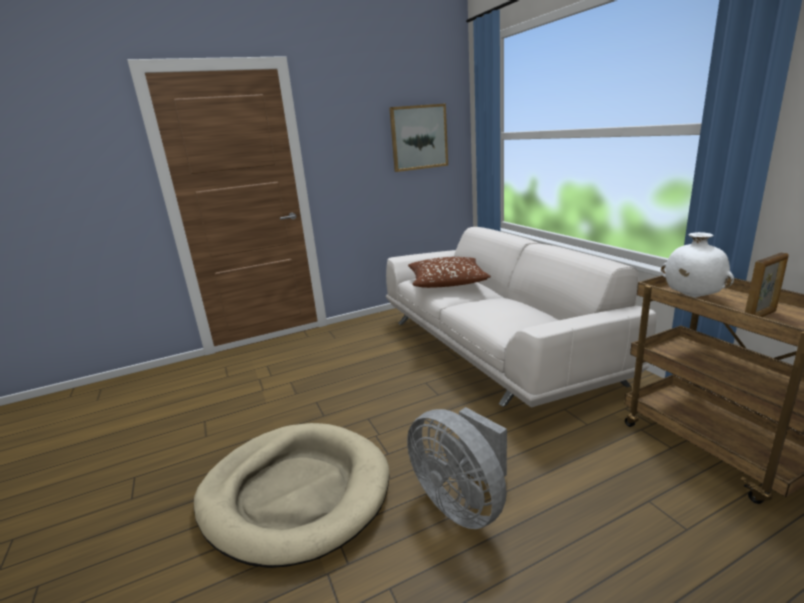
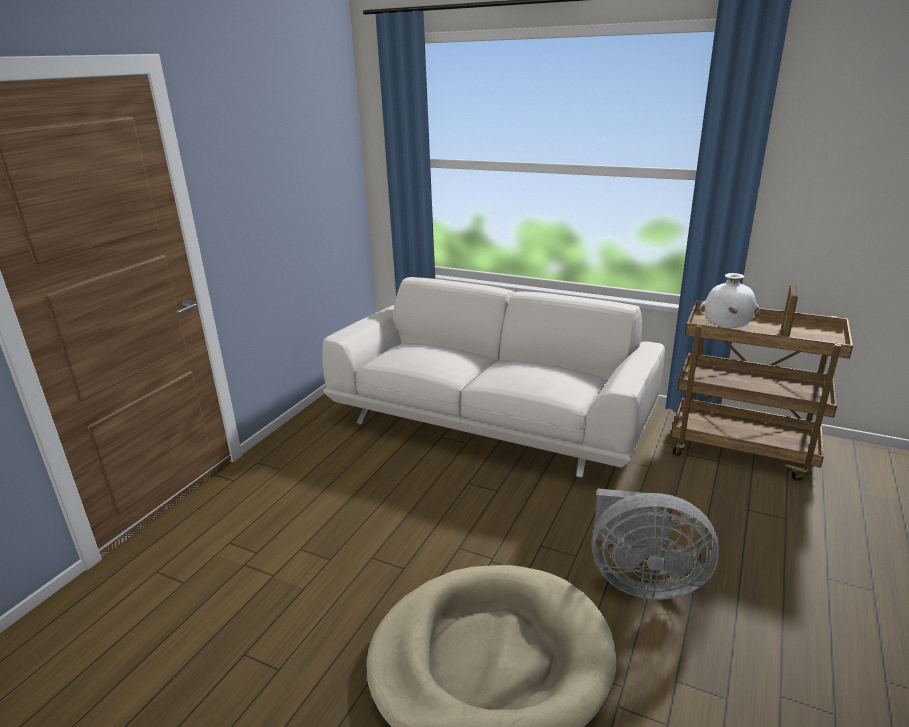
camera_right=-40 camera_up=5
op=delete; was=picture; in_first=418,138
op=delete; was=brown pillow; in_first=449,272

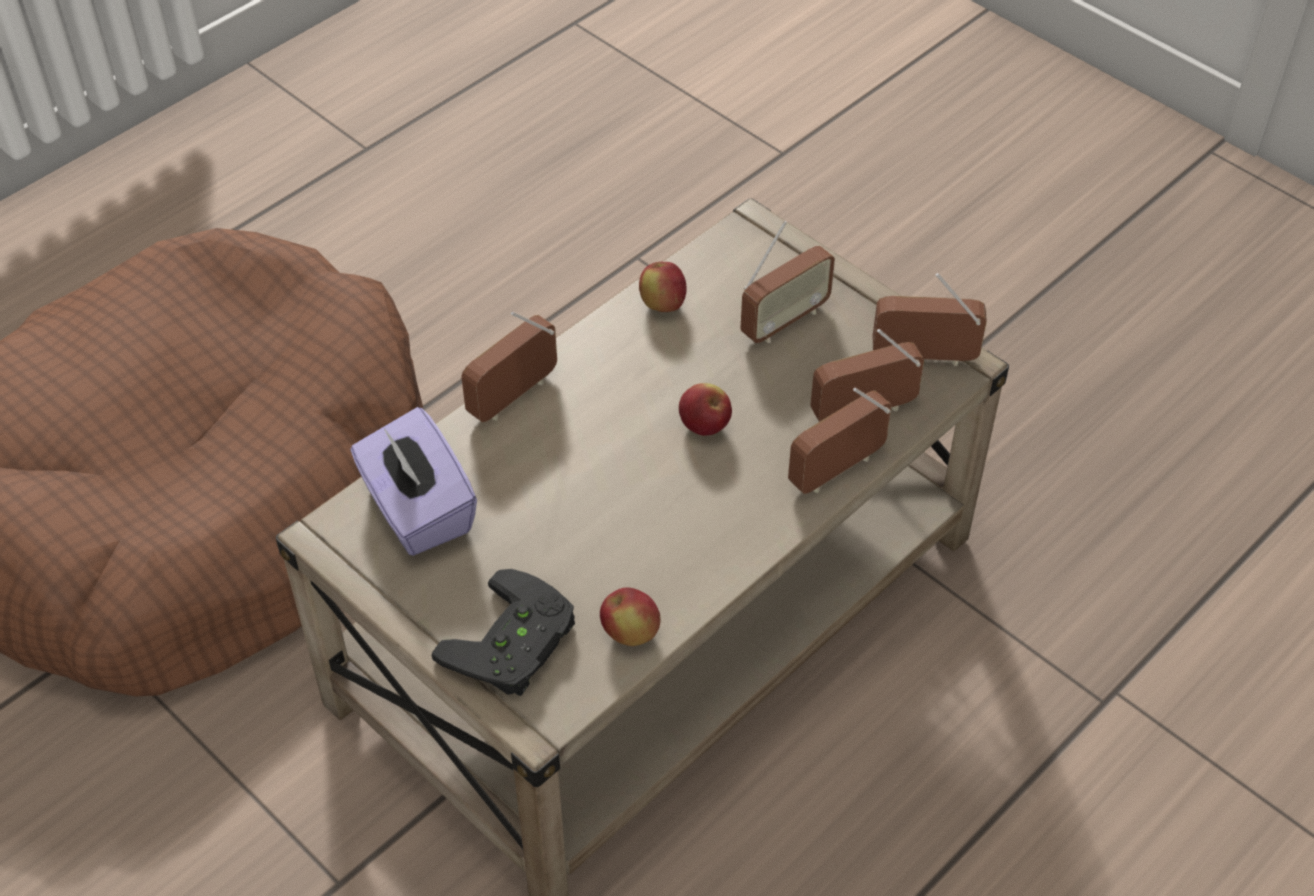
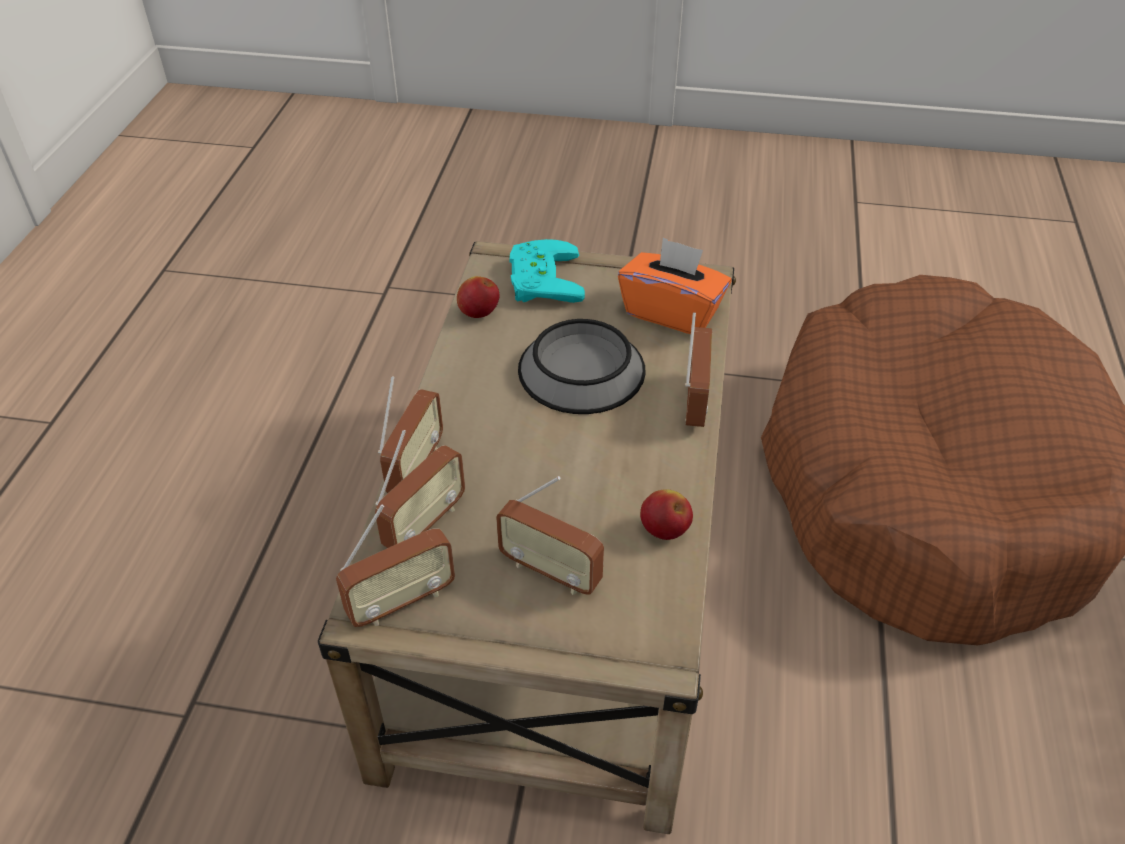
camera_right=145 camera_up=-5
op=delete; was=apple; in_first=705,409
op=insert; now=bowl; in_second=582,366
op=recolor; was=purple tissue box; now=orange tissue box; in_first=413,481; in_second=674,285
op=recolor; was=black game controller; now=turquoise game controller; in_first=503,632; in_second=547,271
op=rotate; was=radio; in_first=787,282; in_second=550,535; clockwise=-75

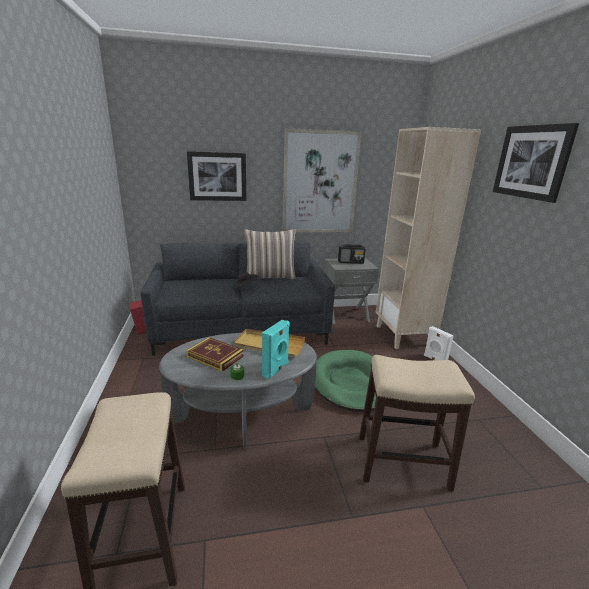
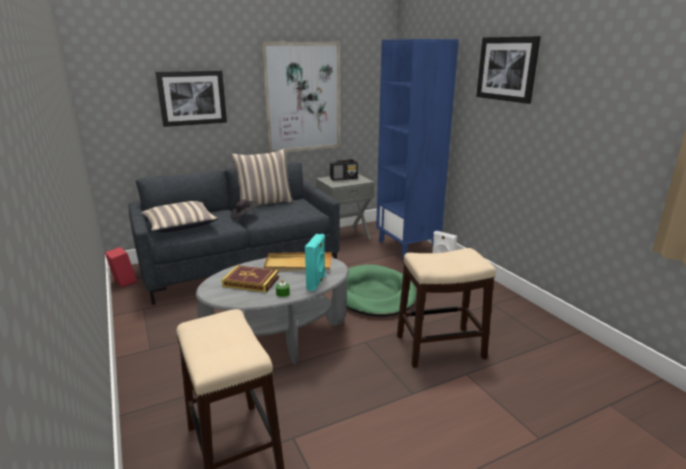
camera_right=-15 camera_up=0
op=insert; now=pillow; in_second=180,217
op=recolor; was=beige bookcase; now=blue bookcase; in_first=428,238; in_second=417,149

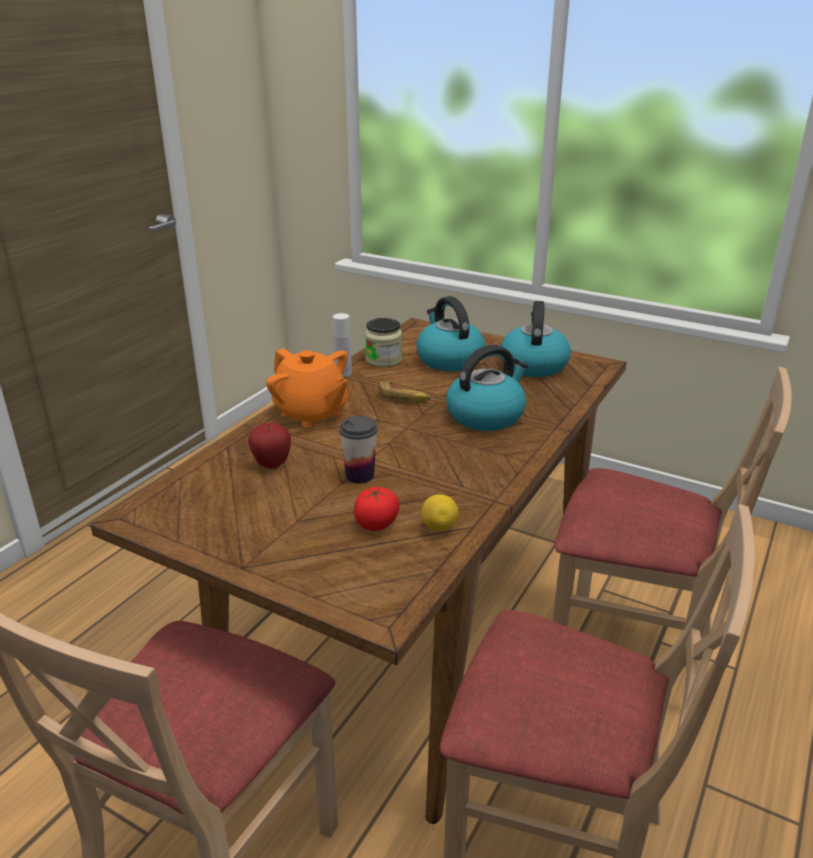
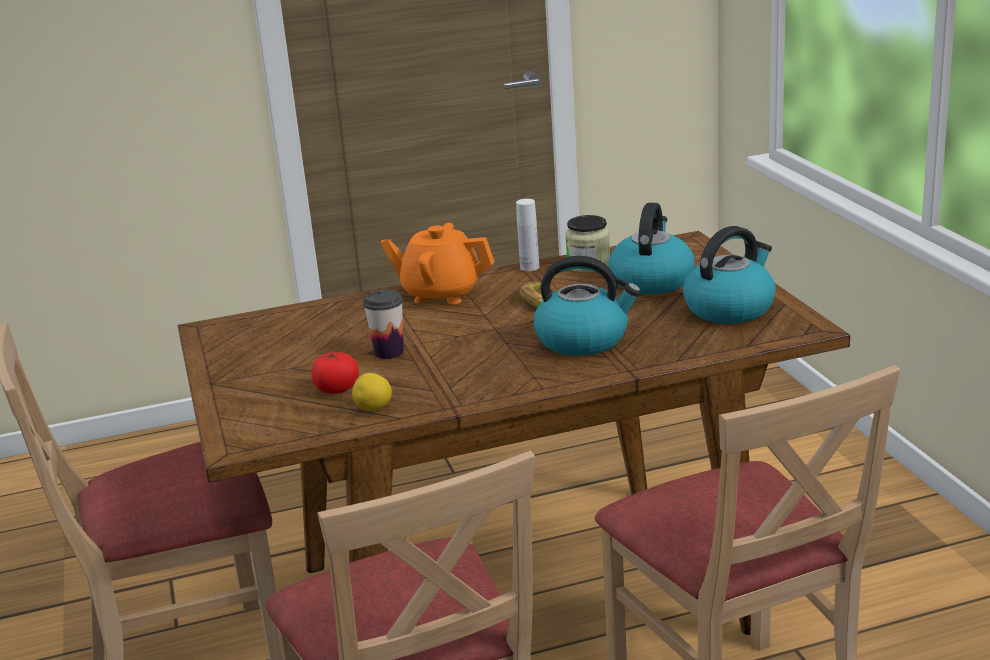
camera_right=45 camera_up=-5
op=delete; was=apple; in_first=269,446
op=rotate; was=orange teapot; in_first=307,387; in_second=437,263; clockwise=105

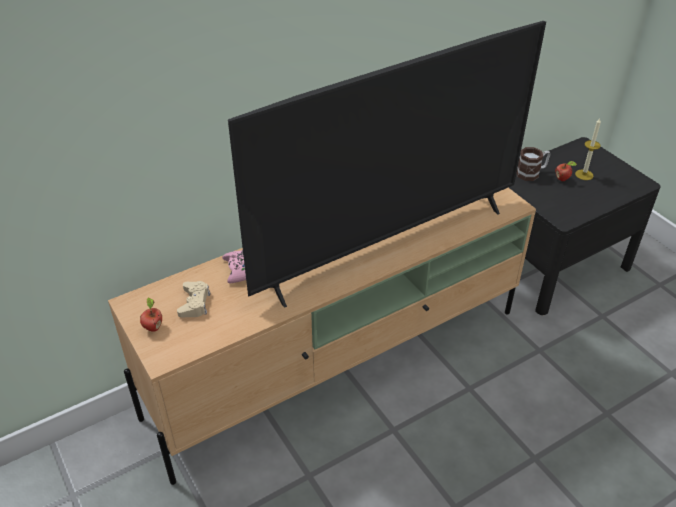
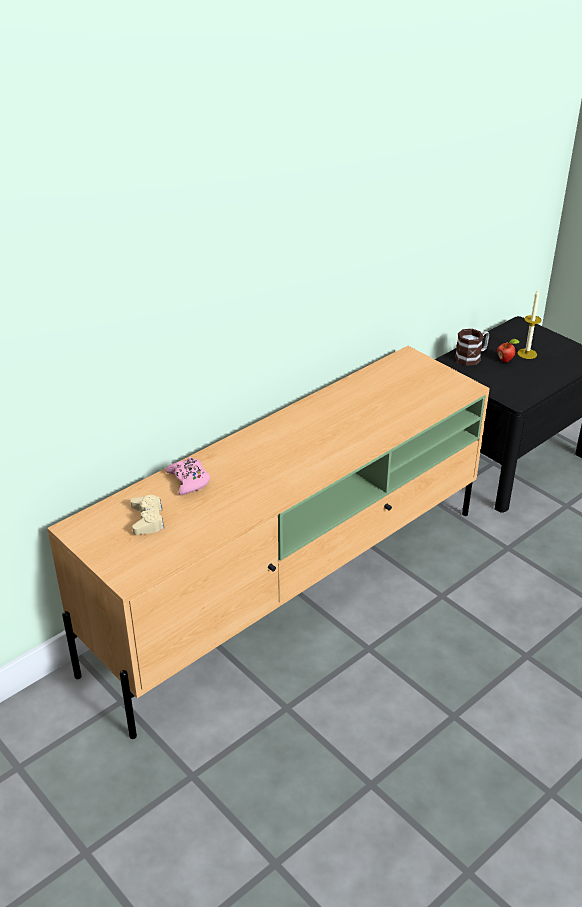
camera_right=-10 camera_up=-5
op=delete; was=apple; in_first=151,314
op=delete; was=television; in_first=387,164

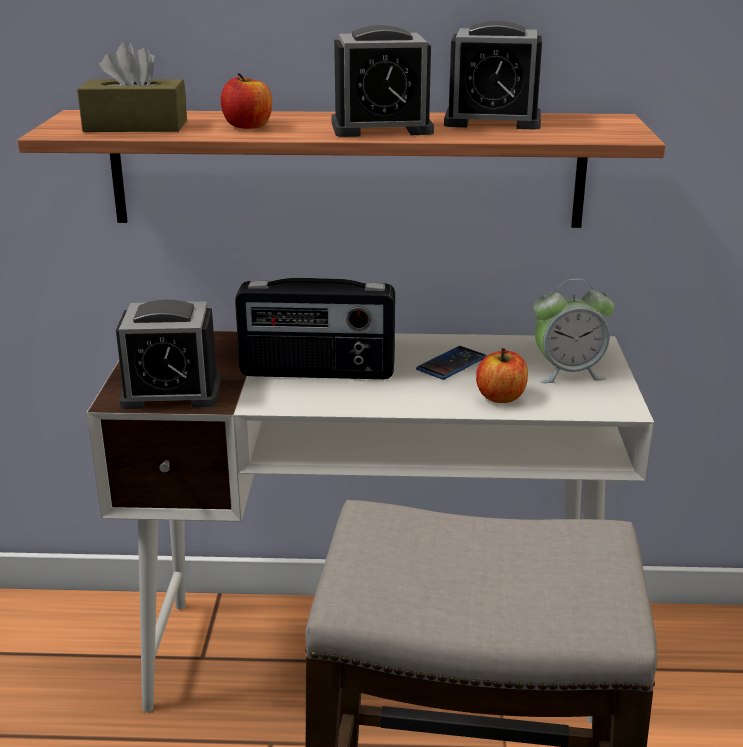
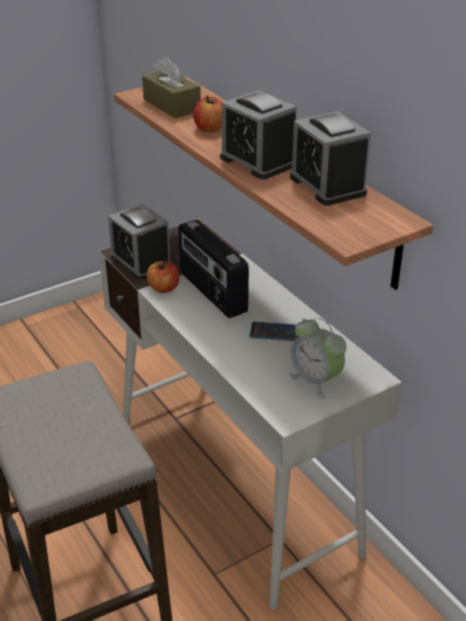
camera_right=55 camera_up=10
op=move; was=apple; in_first=502,375; in_second=163,276

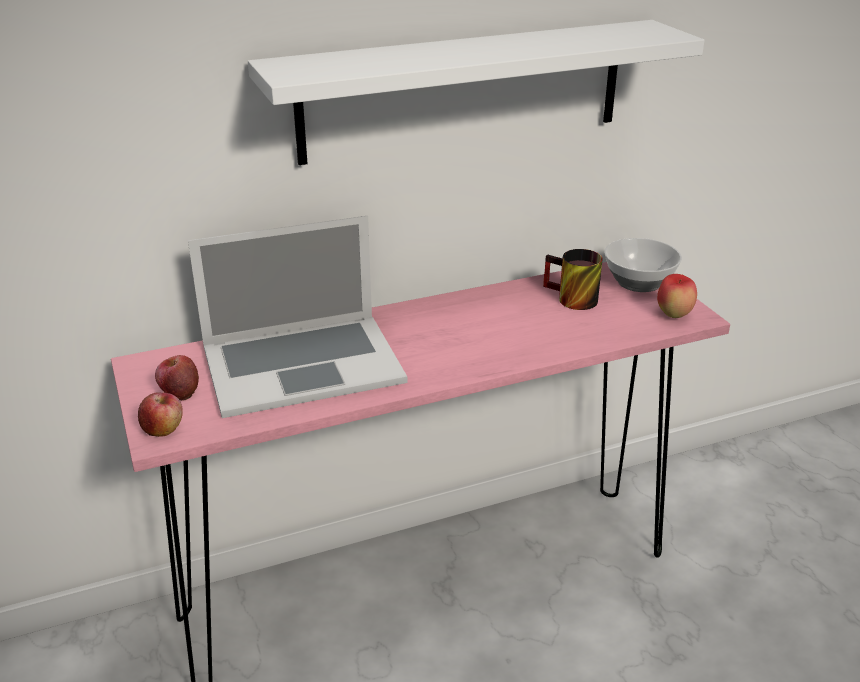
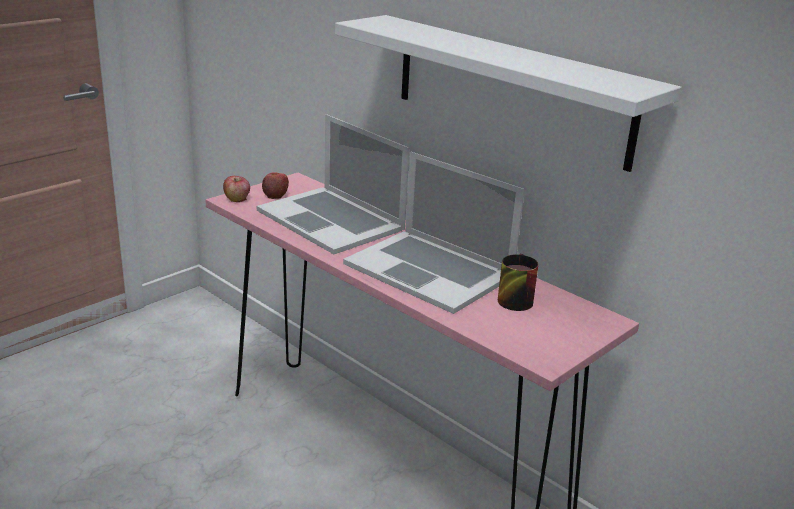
camera_right=65 camera_up=-5
op=delete; was=bowl; in_first=643,265
op=delete; was=apple; in_first=677,296
op=insert; now=laptop; in_second=434,233

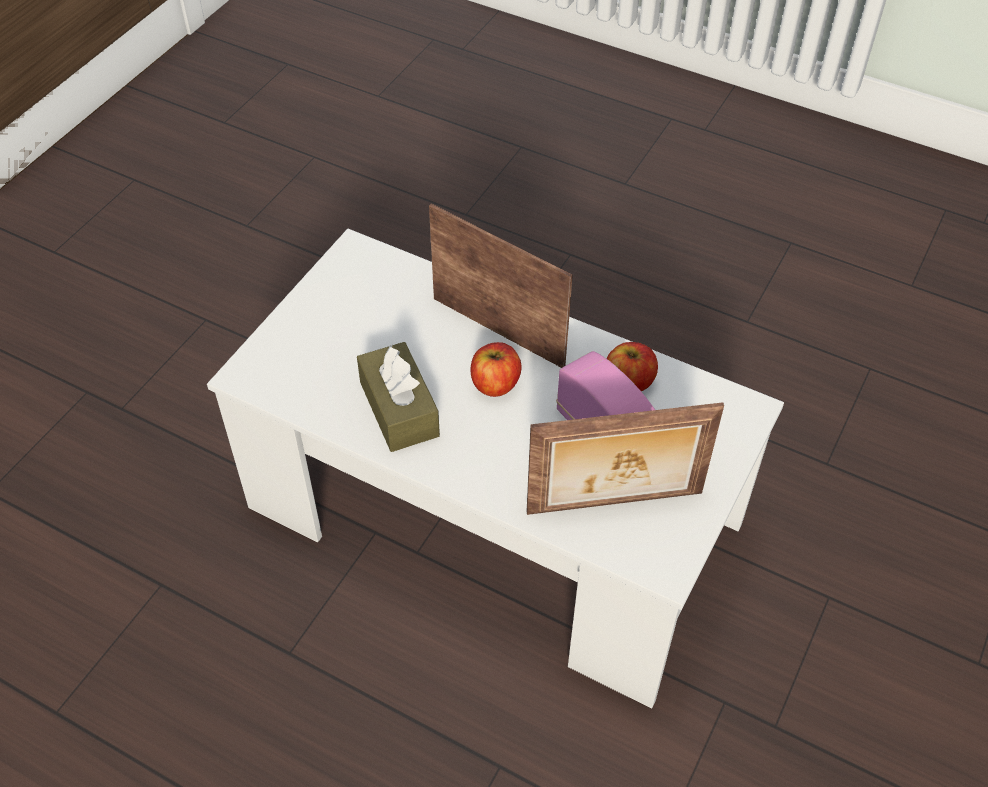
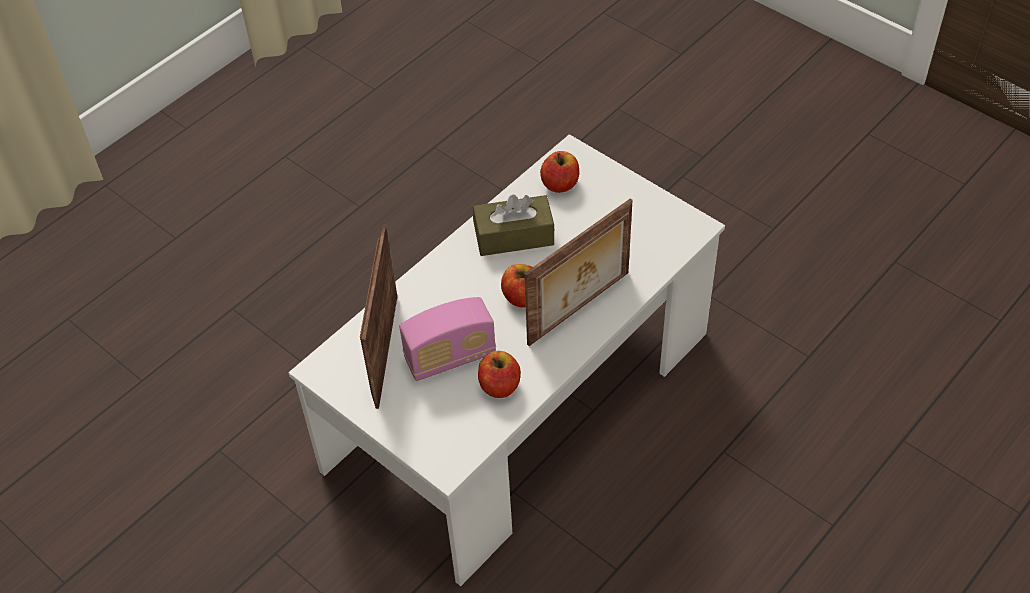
camera_right=105 camera_up=0
op=insert; now=apple; in_second=559,172

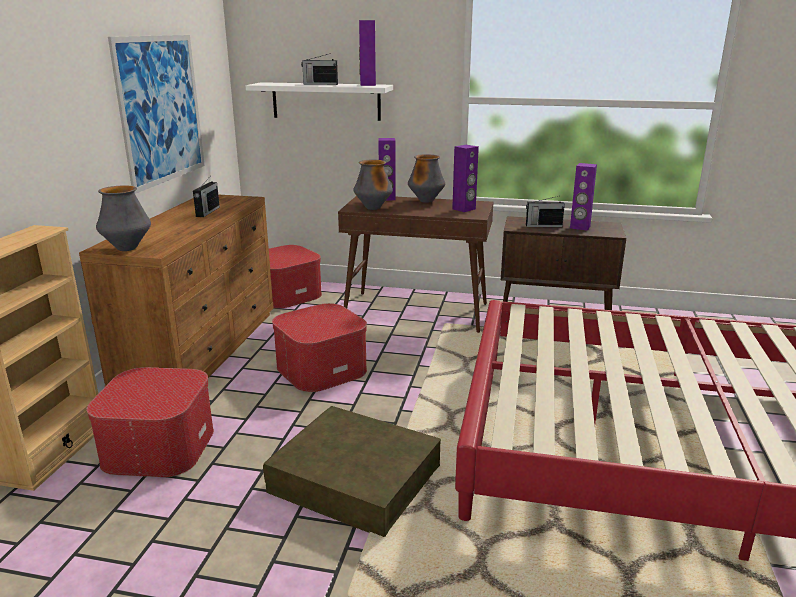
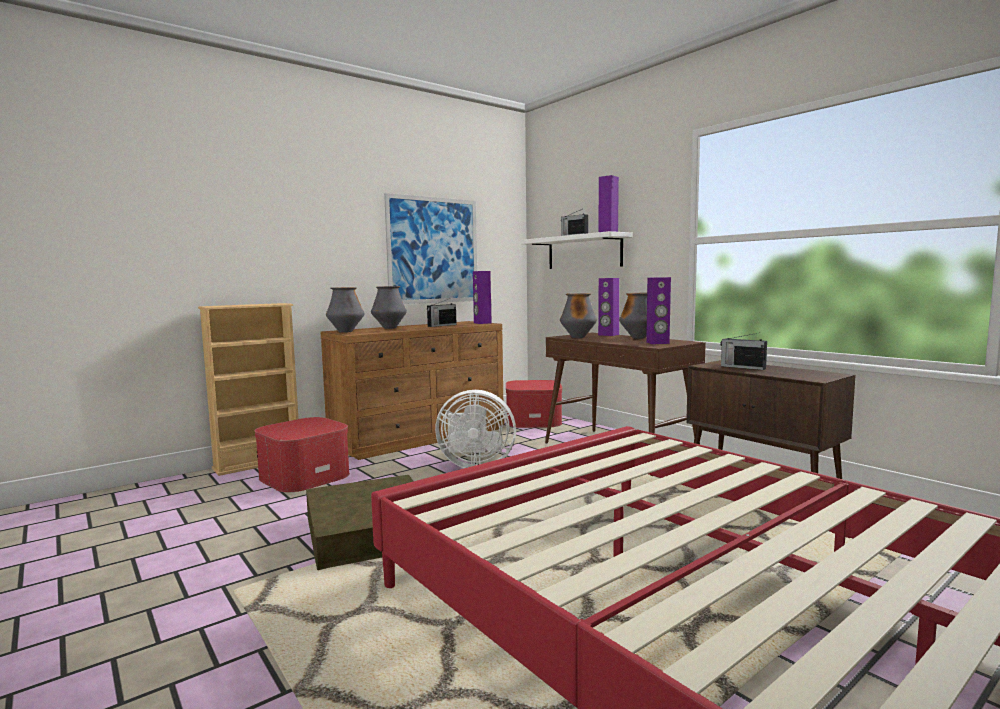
camera_right=40 camera_up=-15
op=insert; now=vase; in_second=389,307
op=move; was=purple speaker; in_first=583,197; in_second=482,297
op=replace; was=ottoman; now=white fan; in_first=319,347; in_second=475,429

